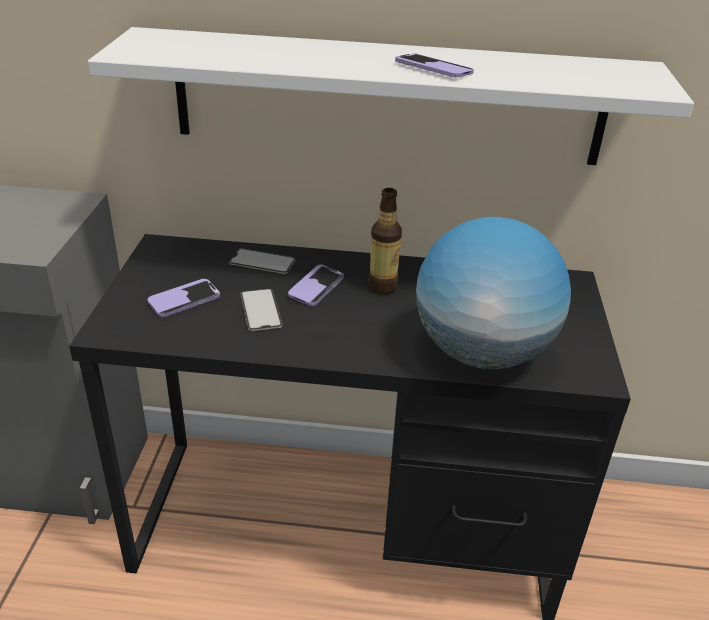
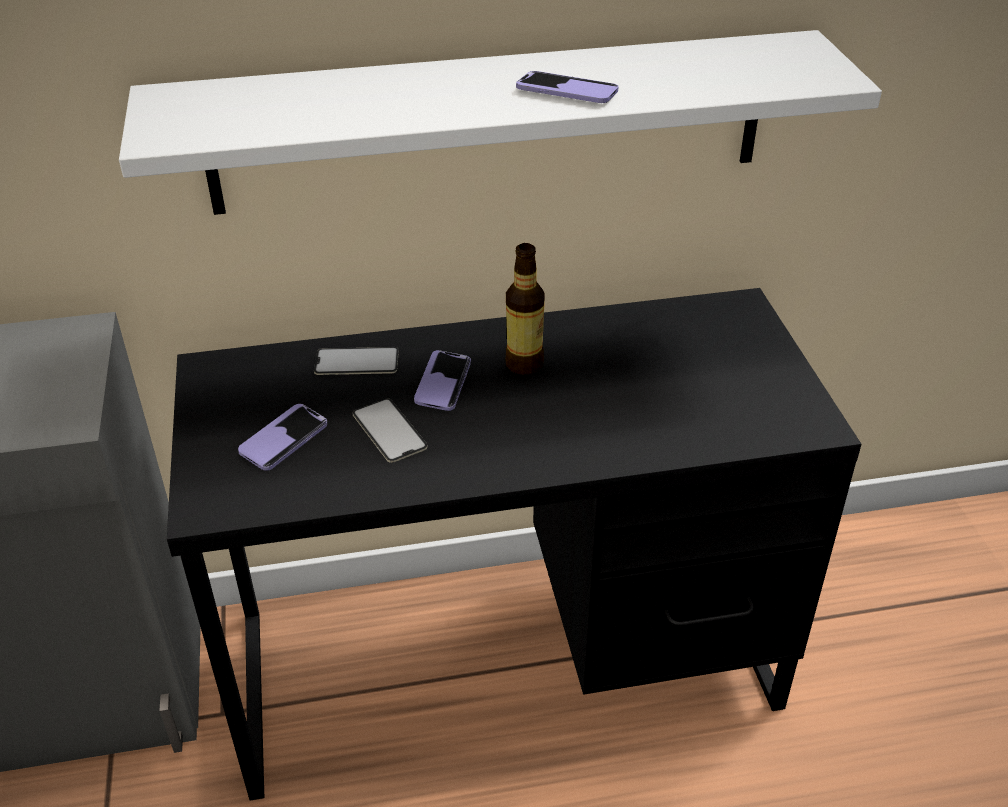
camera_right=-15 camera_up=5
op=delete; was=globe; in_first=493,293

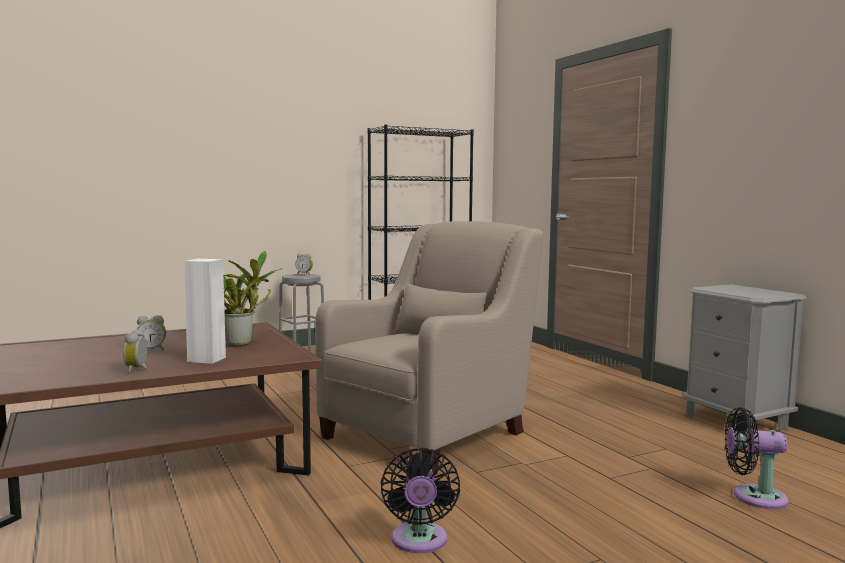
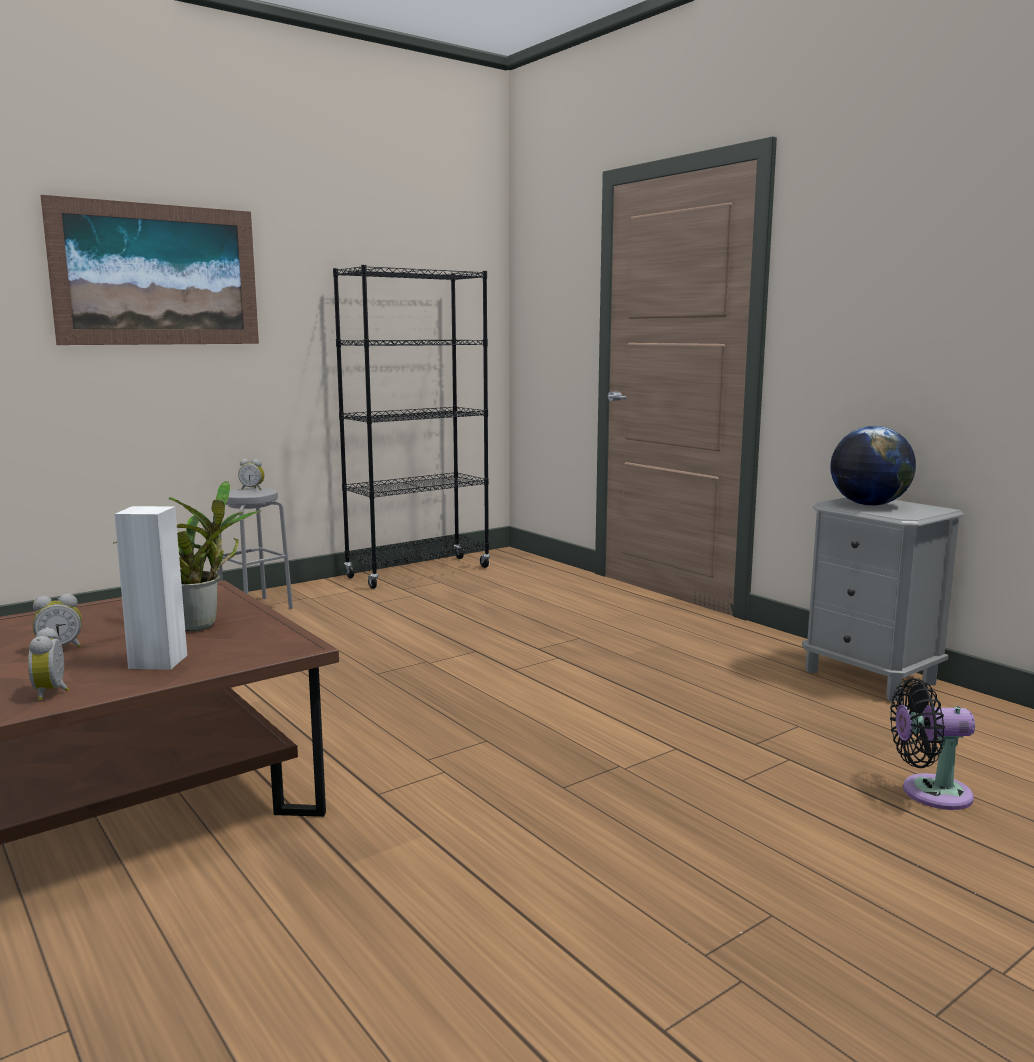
camera_right=-10 camera_up=5
op=delete; was=beige armchair; in_first=429,348
op=delete; was=black fan; in_first=420,500
op=insert; now=picture; in_second=149,270
op=insert; now=globe; in_second=873,466

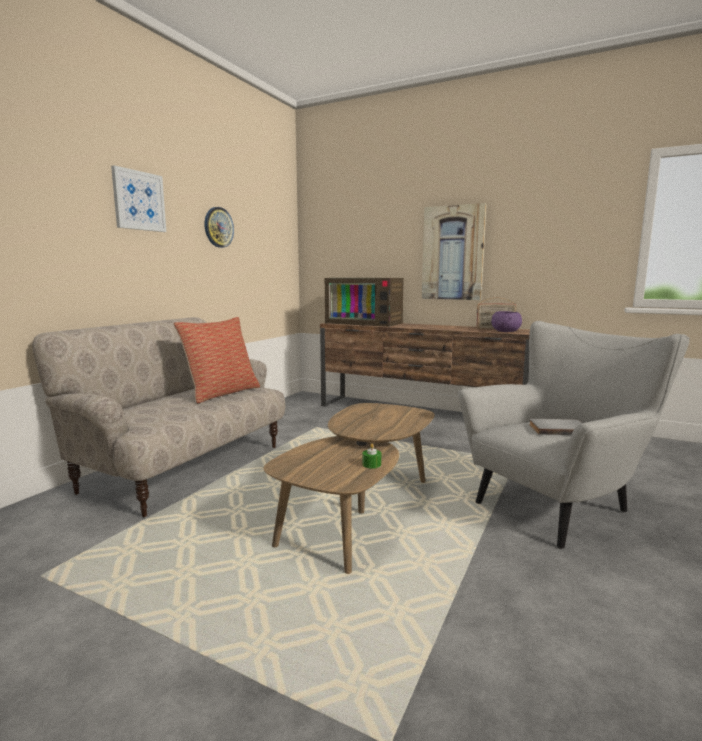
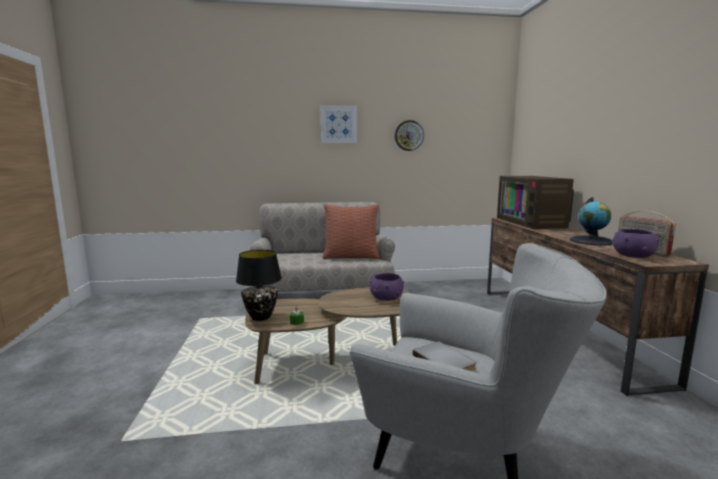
camera_right=55 camera_up=0
op=delete; was=picture; in_first=454,251
op=insert; now=black table lamp; in_second=259,285
op=insert; now=purple bowl; in_second=387,287
op=insert; now=globe; in_second=591,221

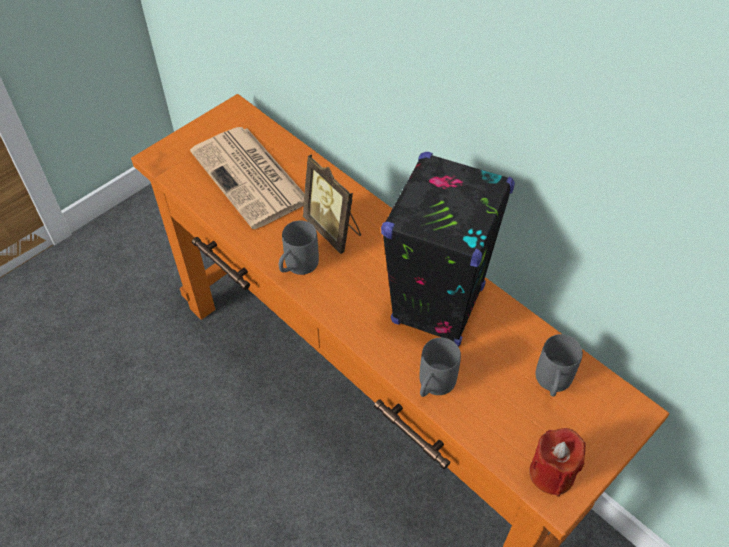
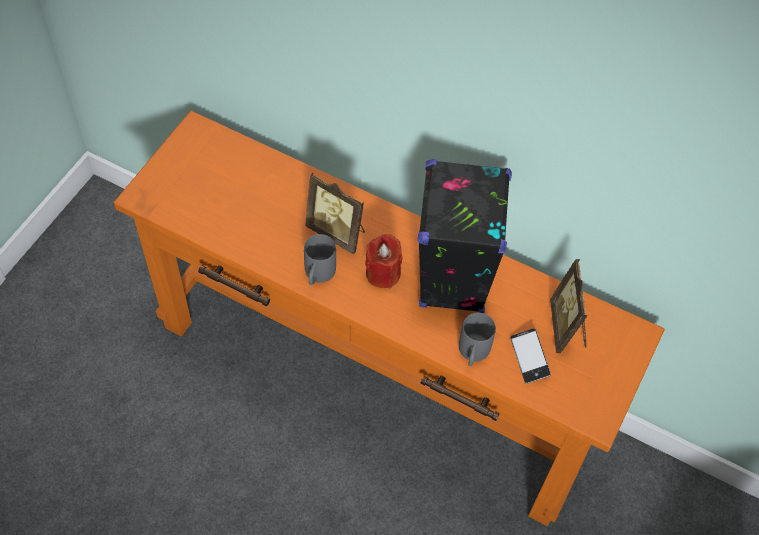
camera_right=-20 camera_up=5
op=delete; was=newspaper; in_first=247,178
op=insert; now=phone; in_second=530,356
op=move; was=red candle; in_first=557,462; in_second=384,261
op=replace; was=grey mug; now=picture frame; in_first=559,365; in_second=568,306

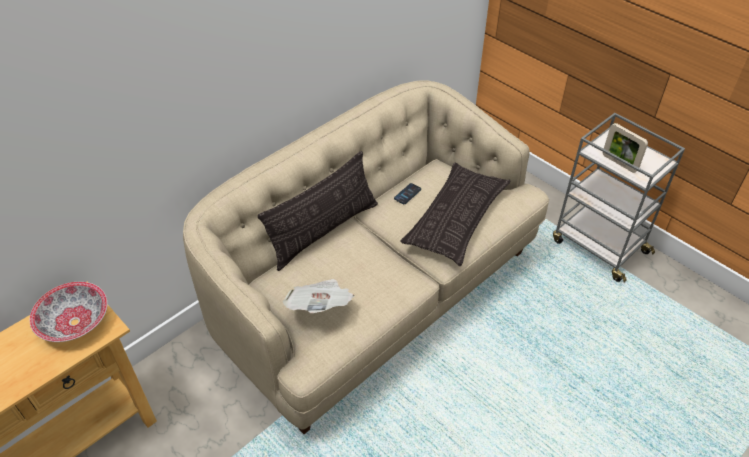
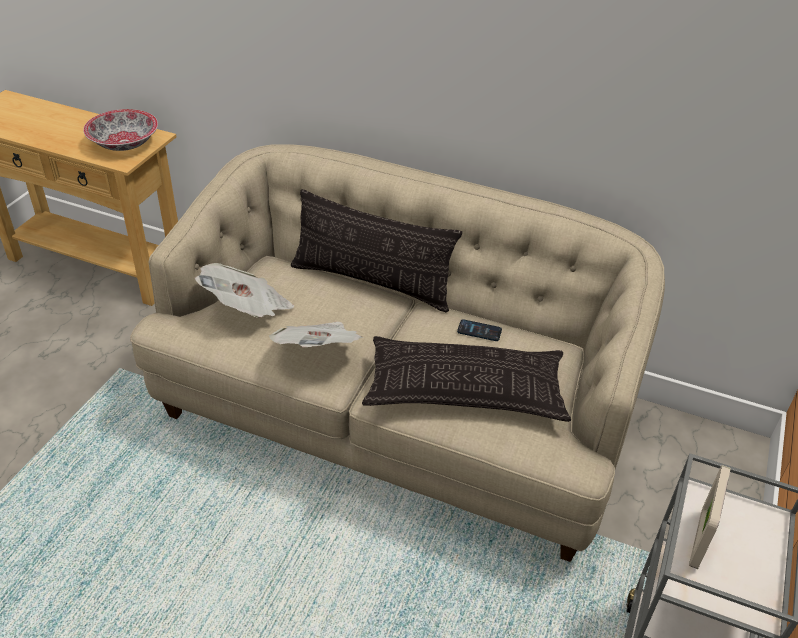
camera_right=65 camera_up=-5
op=insert; now=newspaper; in_second=316,334

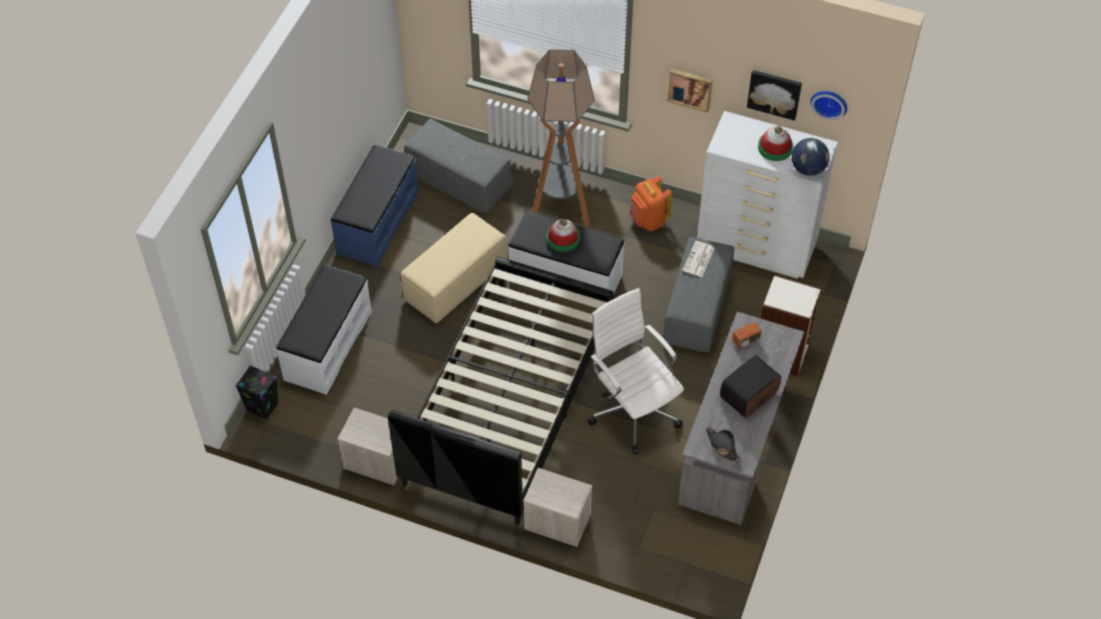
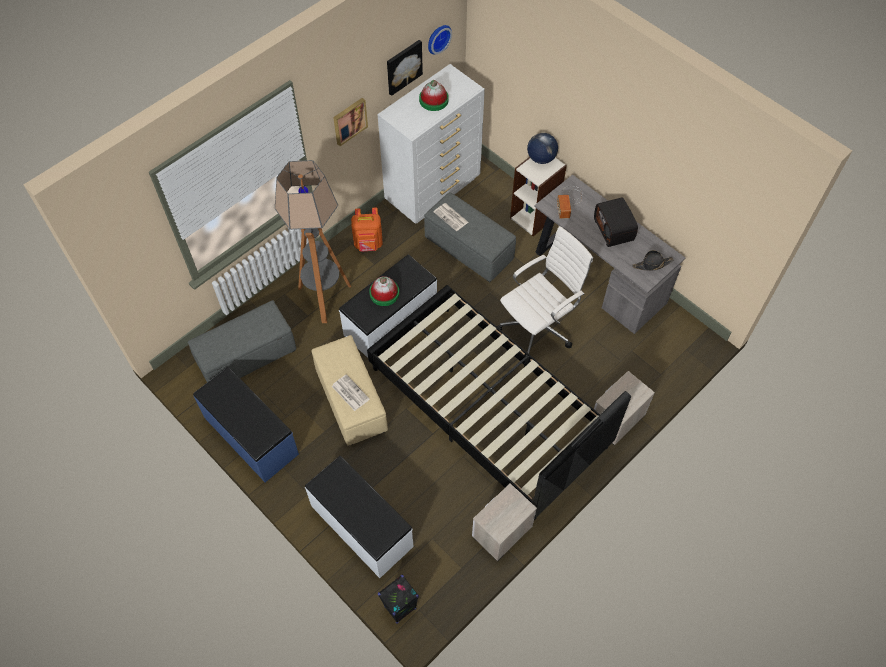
camera_right=-65 camera_up=5
op=insert; now=newspaper; in_second=351,392
op=move; was=globe; in_first=811,157; in_second=542,148
op=rotate; was=white office chair; in_first=636,371; in_second=545,290; clockwise=150

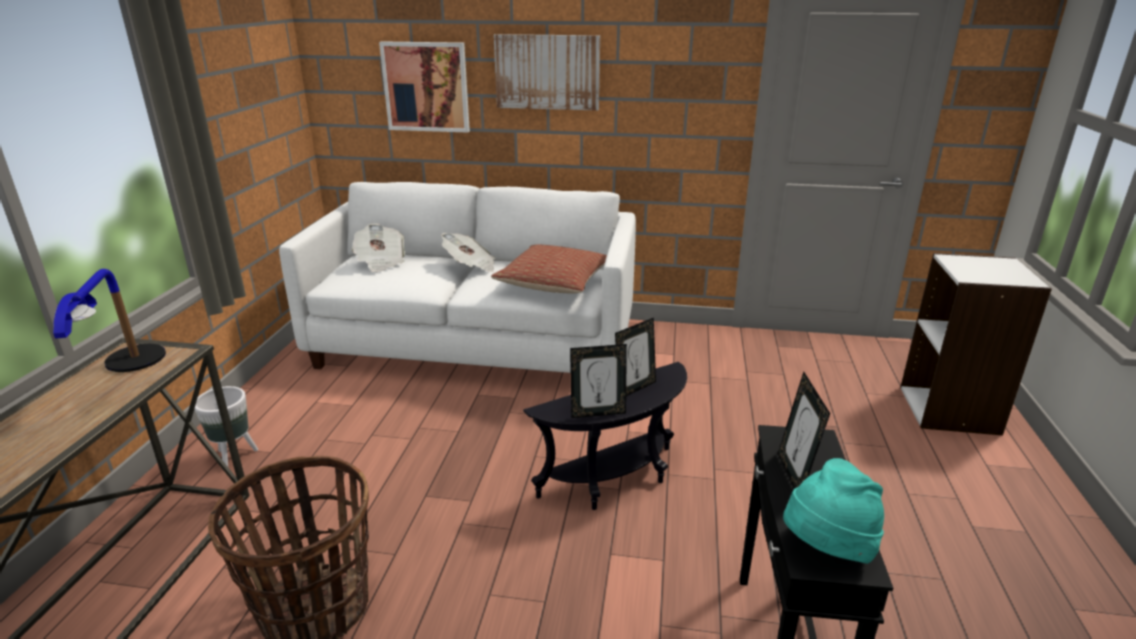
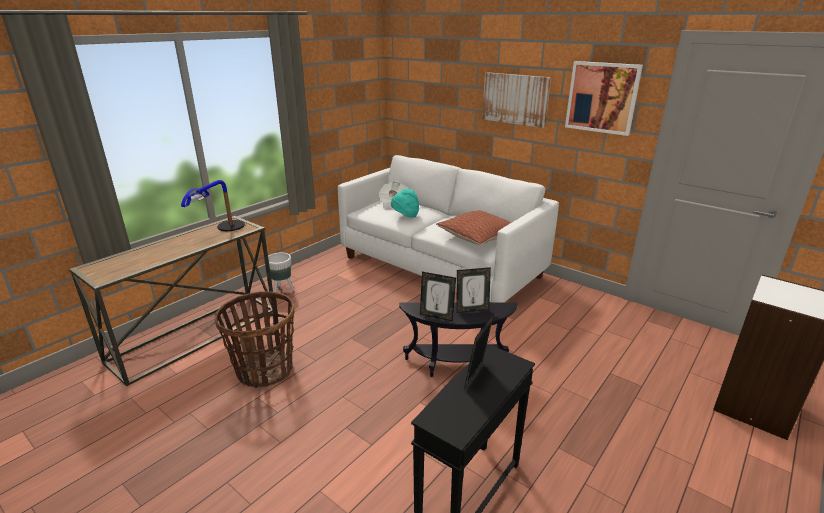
camera_right=30 camera_up=0
op=delete; was=newspaper; in_first=468,252
op=move; was=picture; in_first=424,87; in_second=604,98
op=move; was=turquoise hat; in_first=833,511; in_second=405,203

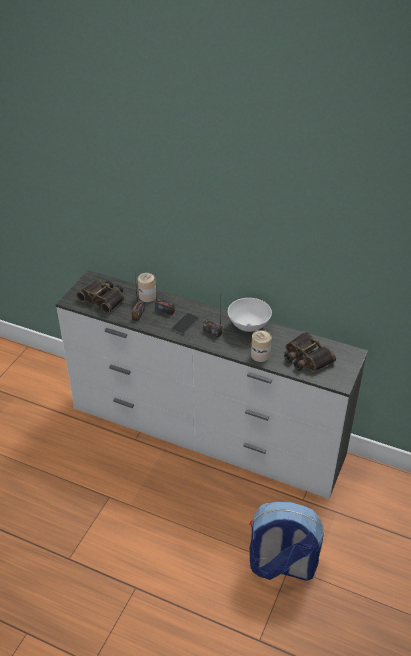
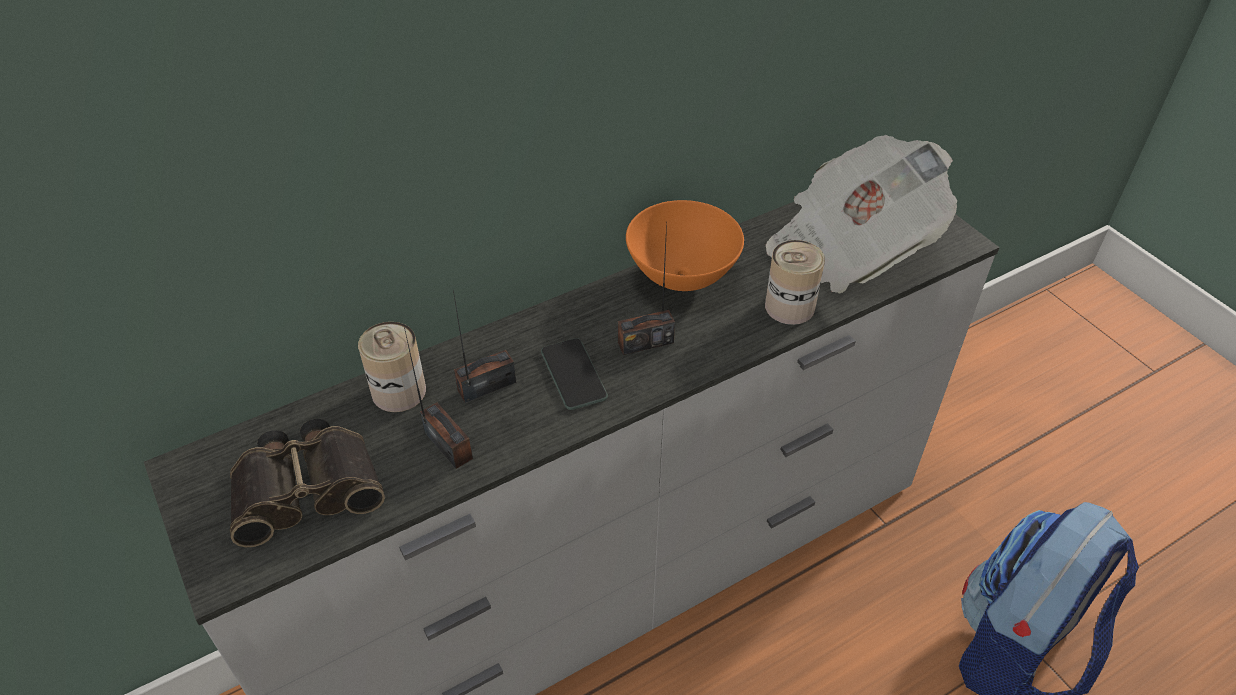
camera_right=-55 camera_up=5
op=replace; was=binoculars; now=newspaper; in_first=310,352; in_second=861,214
op=recolor; was=white bowl; now=orange bowl; in_first=250,315; in_second=685,245

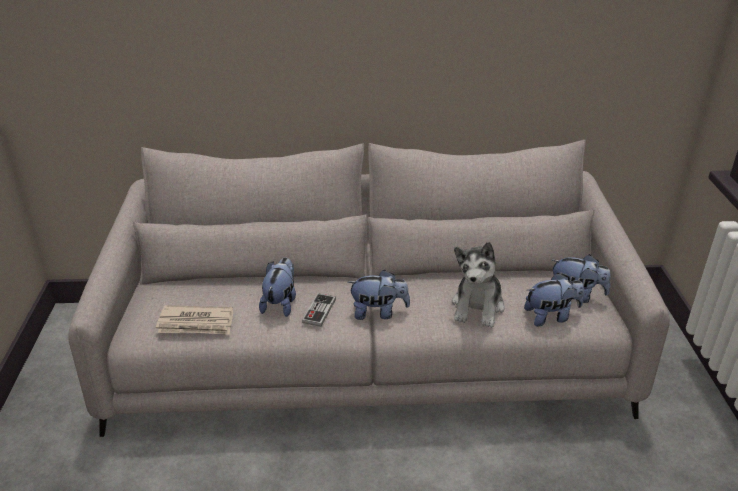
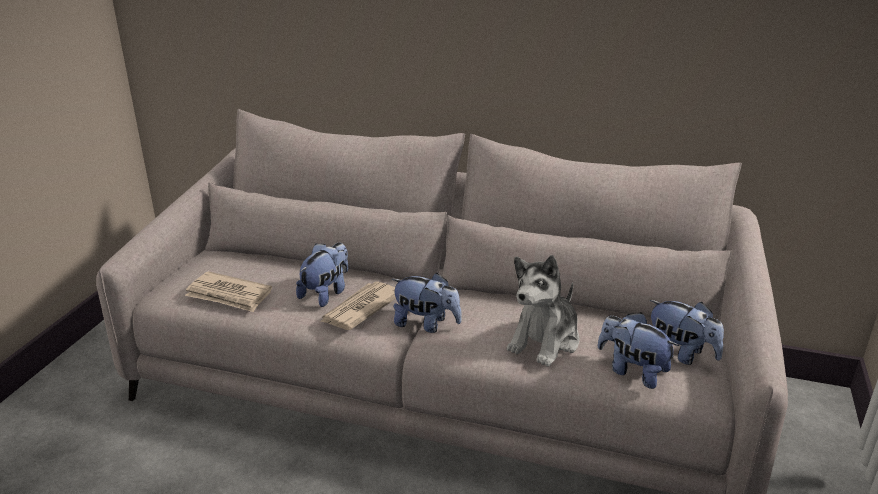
camera_right=20 camera_up=-5
op=replace; was=game controller; now=newspaper; in_first=319,310; in_second=358,305
op=rotate; was=plush toy; in_first=554,300; in_second=638,350; clockwise=-150

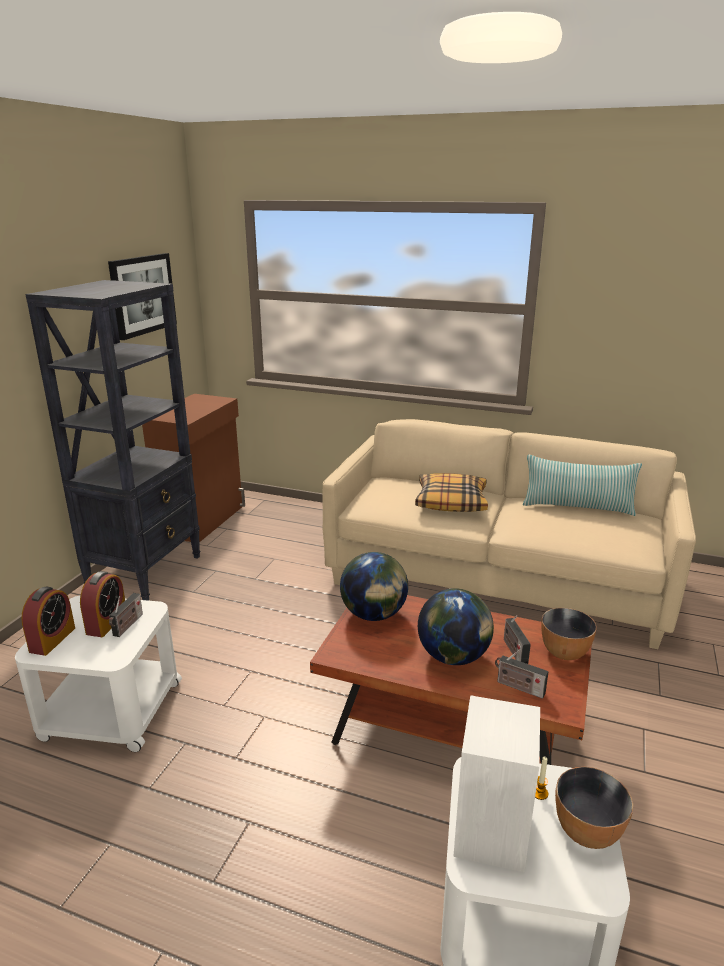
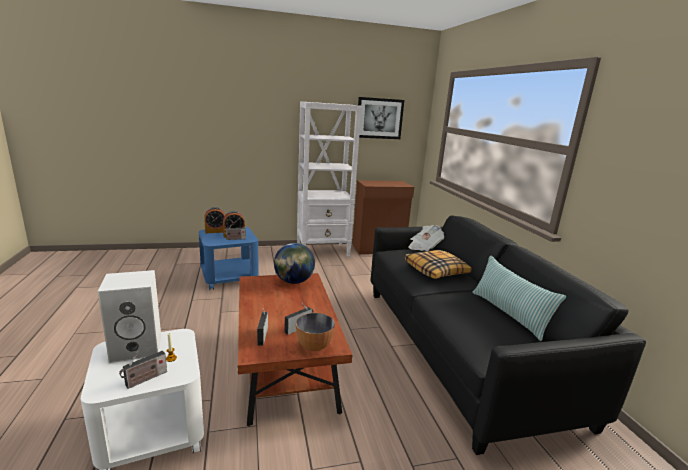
camera_right=55 camera_up=-5
op=delete; was=globe; in_first=456,626
op=insert; now=newspaper; in_second=426,238
op=replace; was=bowl; now=radio; in_first=594,808; in_second=143,370
op=recolor; was=white side table; now=blue side table; in_first=98,674; in_second=229,258
op=recolor; was=black bookcase; now=white bookcase; in_first=113,440; in_second=329,179
op=recolor; was=beige sofa; now=black sofa; in_first=509,534; in_second=508,335

